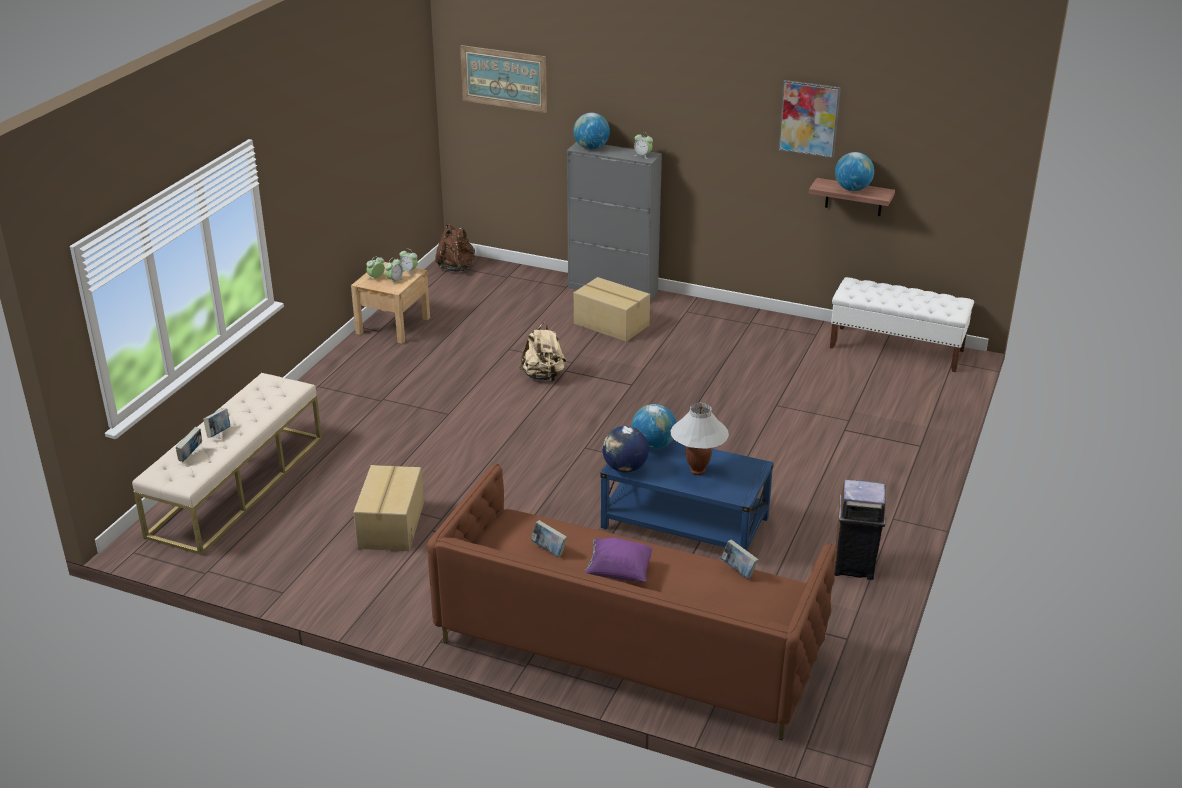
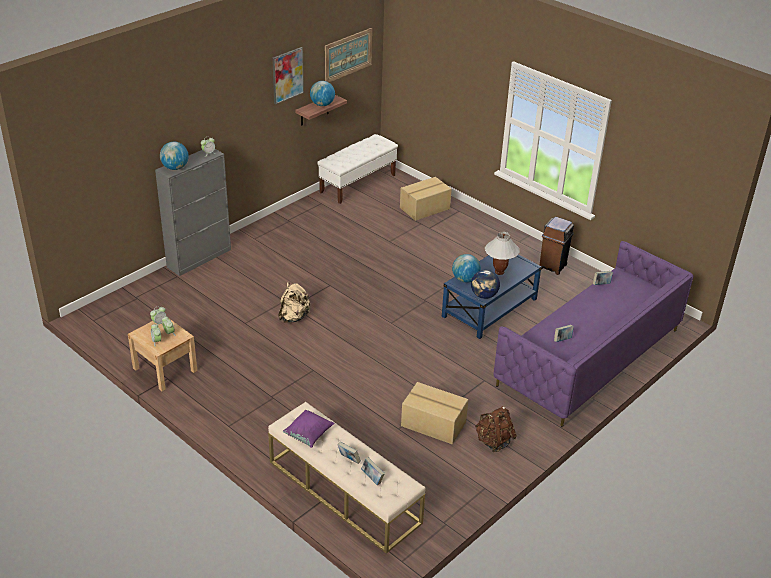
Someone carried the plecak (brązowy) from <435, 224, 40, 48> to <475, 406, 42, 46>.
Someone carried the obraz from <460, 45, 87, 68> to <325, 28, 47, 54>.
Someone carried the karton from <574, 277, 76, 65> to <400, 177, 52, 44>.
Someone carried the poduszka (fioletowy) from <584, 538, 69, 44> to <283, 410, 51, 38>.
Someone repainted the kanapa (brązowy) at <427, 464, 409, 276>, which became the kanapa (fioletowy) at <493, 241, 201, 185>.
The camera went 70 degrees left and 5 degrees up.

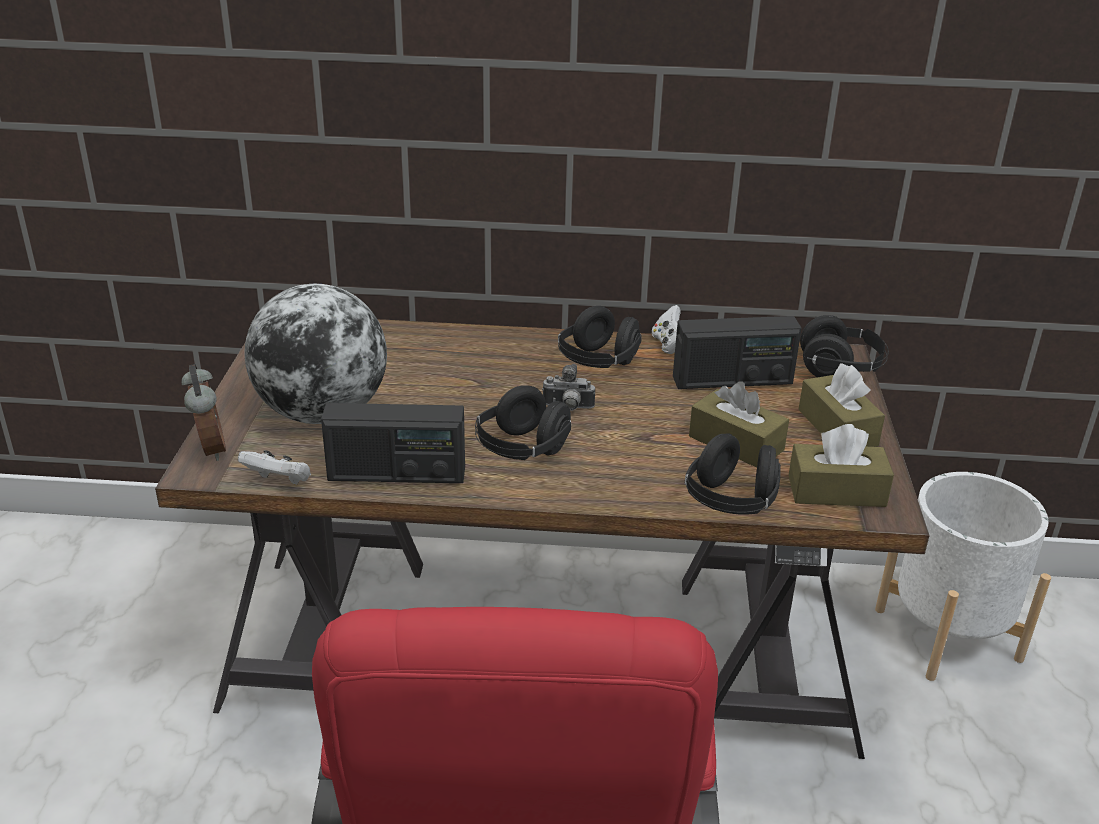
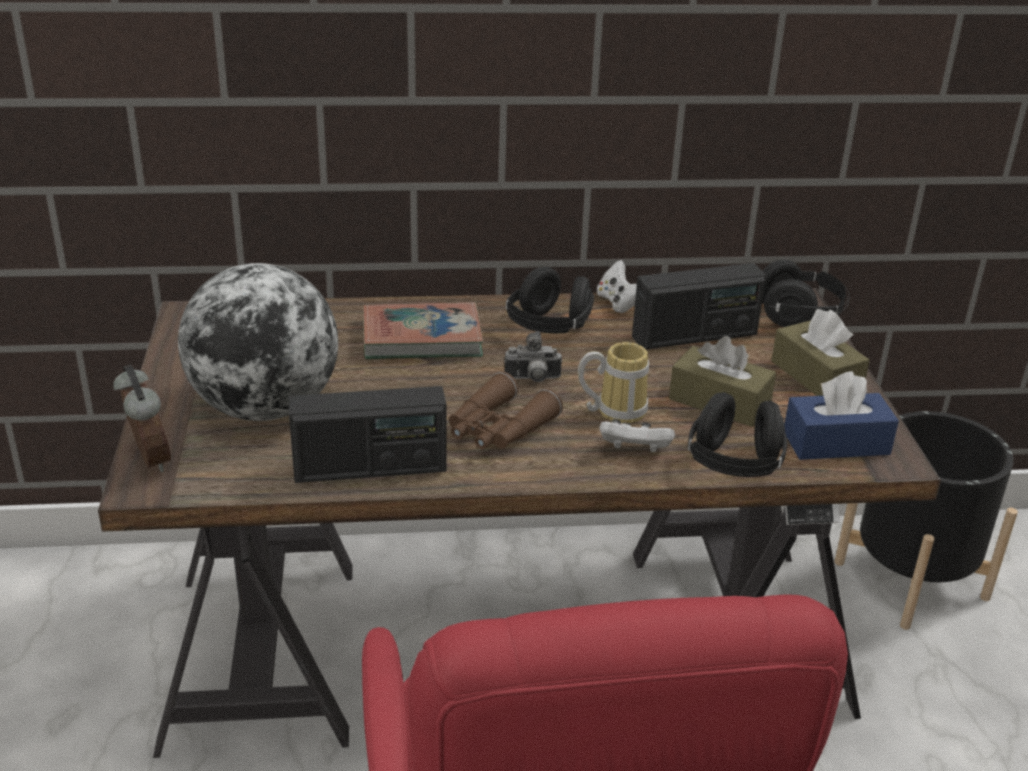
Someone put down the książka at <363, 302, 120, 57>.
Someone put down the kubek at <578, 342, 71, 81>.
Someone carried the pad do gier (biały) from <238, 450, 73, 35> to <600, 419, 75, 34>.
Someone swapped the słuchawki (czarny) at <475, 385, 96, 75> for the lornetka (brązowy) at <449, 371, 114, 78>.
Someone repainted the pudełko chusteczek (brązowy) at <788, 424, 106, 83>, which became the pudełko chusteczek (niebieski) at <785, 371, 114, 89>.
Someone repainted the donica (biały) at <875, 472, 176, 209>, which became the donica (czarny) at <834, 411, 184, 219>.
The camera went 10 degrees left and 0 degrees up.

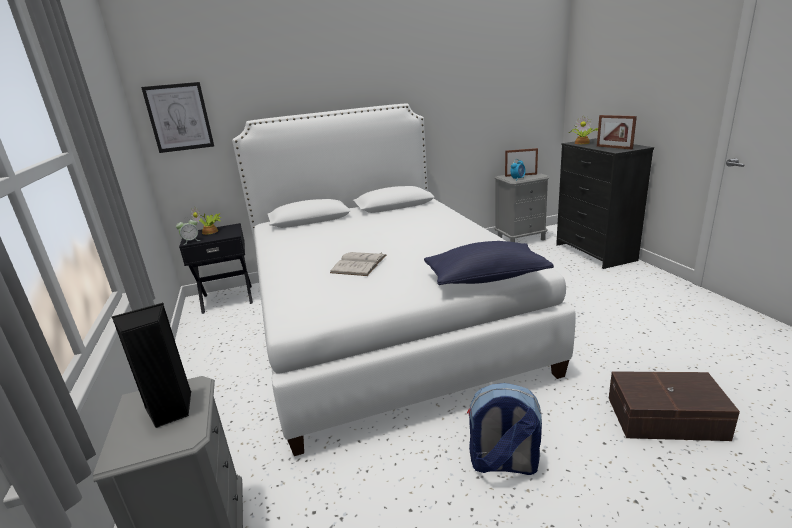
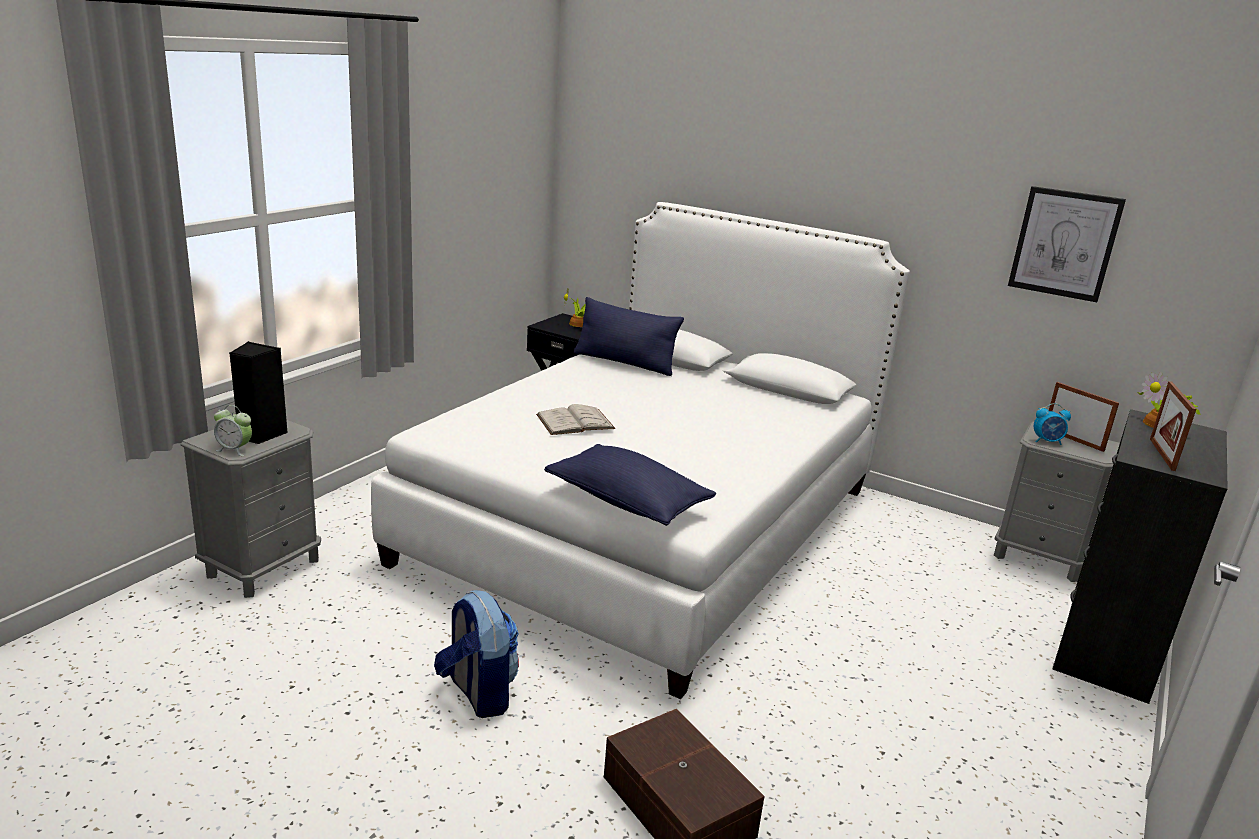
Someone put down the poduszka (niebieski) at <574, 297, 110, 79>.
Someone carried the obraz from <141, 82, 73, 71> to <1008, 186, 118, 116>.
Someone carried the budzik from <176, 219, 25, 26> to <214, 405, 38, 51>.
The camera went 45 degrees right and 0 degrees up.

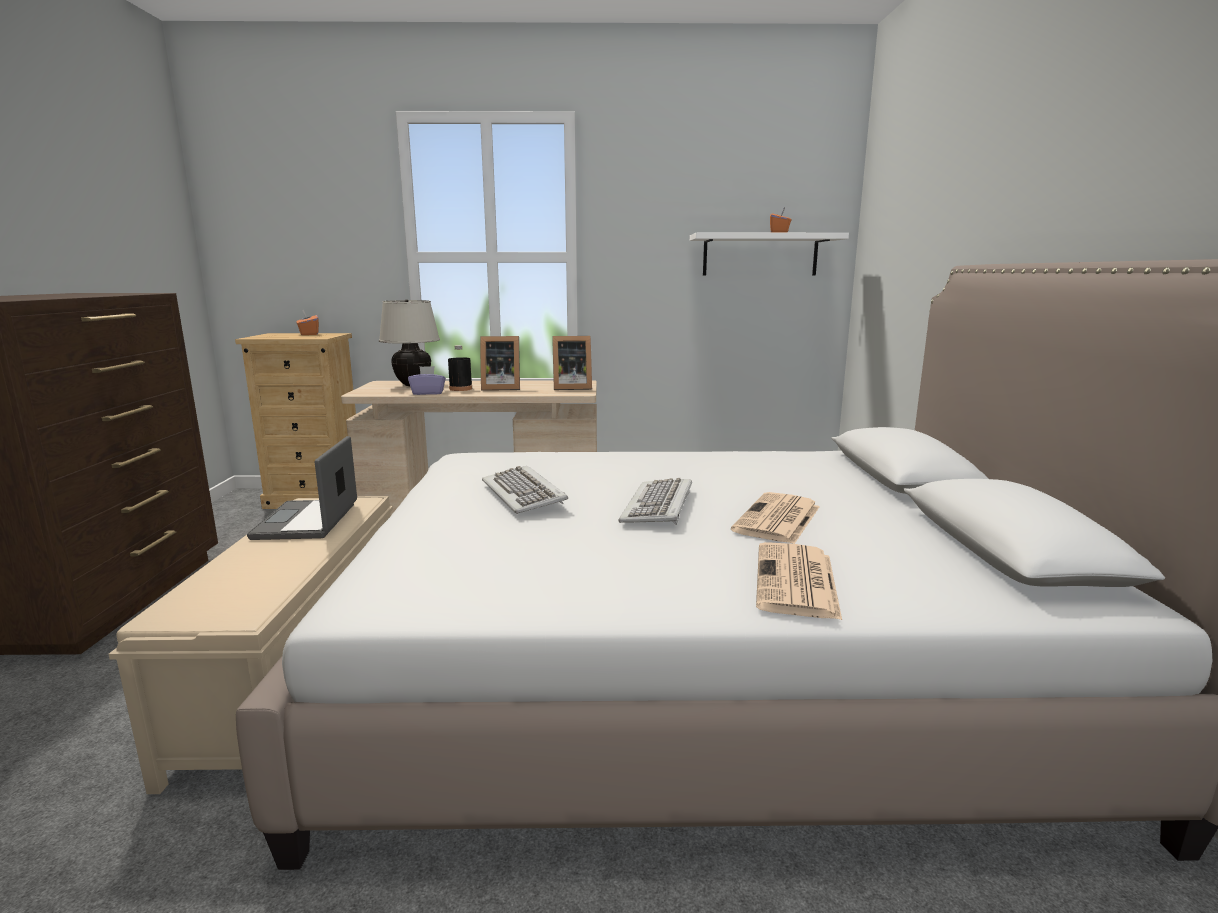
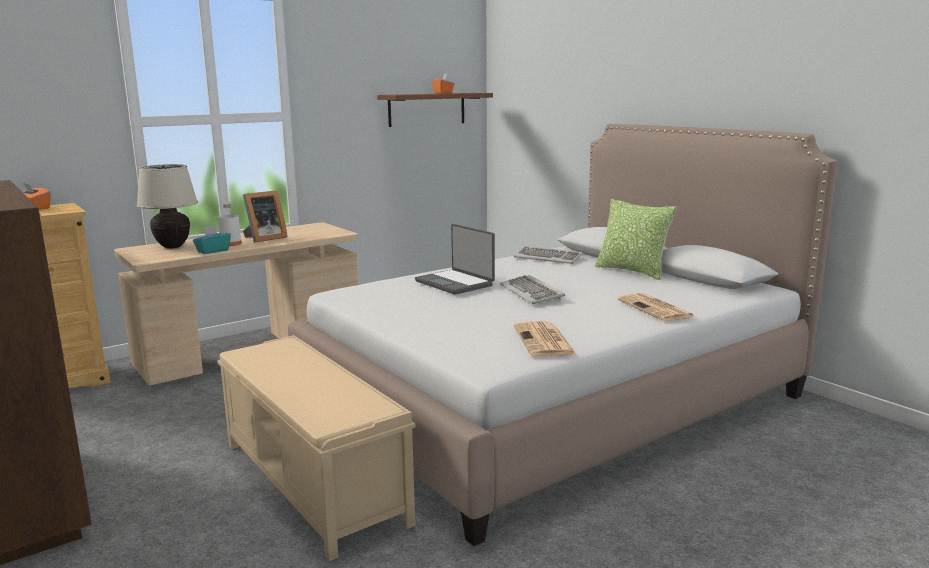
Someone took away the ramka na zdjęcie at <552, 336, 40, 54>.
Someone put down the poduszka at <595, 199, 82, 81>.
Someone carried the laptop from <247, 436, 110, 104> to <415, 224, 80, 71>.
Someone carried the klawiatura from <482, 466, 86, 48> to <514, 246, 69, 18>.
Someone carried the gazeta from <731, 492, 89, 52> to <514, 321, 63, 36>.
Someone repainted the pudełko chusteczek (fioletowy) at <408, 366, 38, 29>, which became the pudełko chusteczek (turkusowy) at <193, 225, 38, 29>.
Someone repainted the butelka (czarny) at <448, 345, 24, 46>, which became the butelka (biały) at <218, 204, 24, 42>.
Someone repainted the półka (biały) at <690, 233, 159, 42>, which became the półka (brązowy) at <377, 93, 116, 34>.
The camera went 35 degrees left and 0 degrees up.

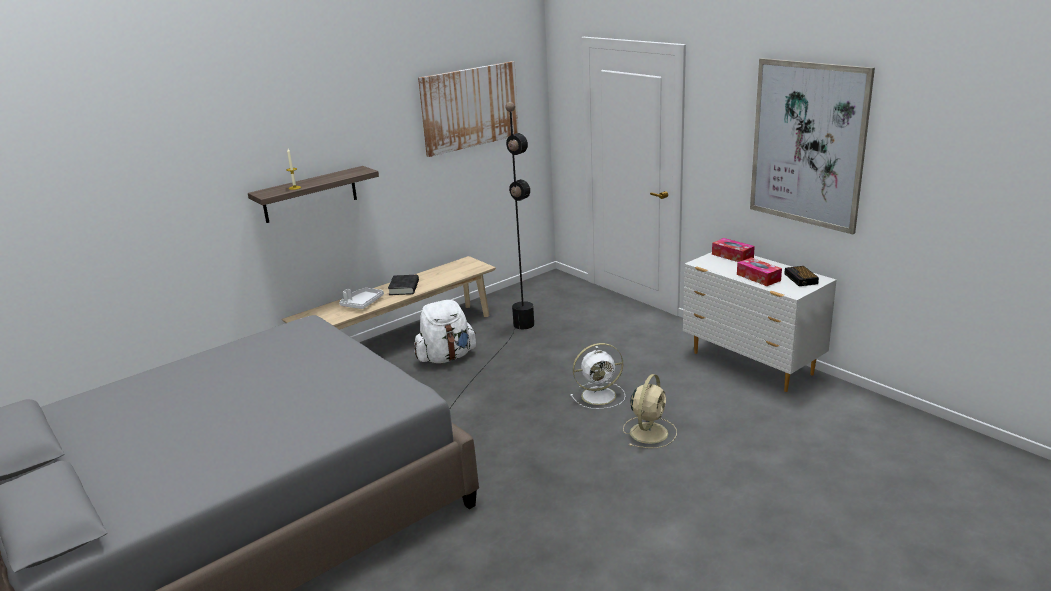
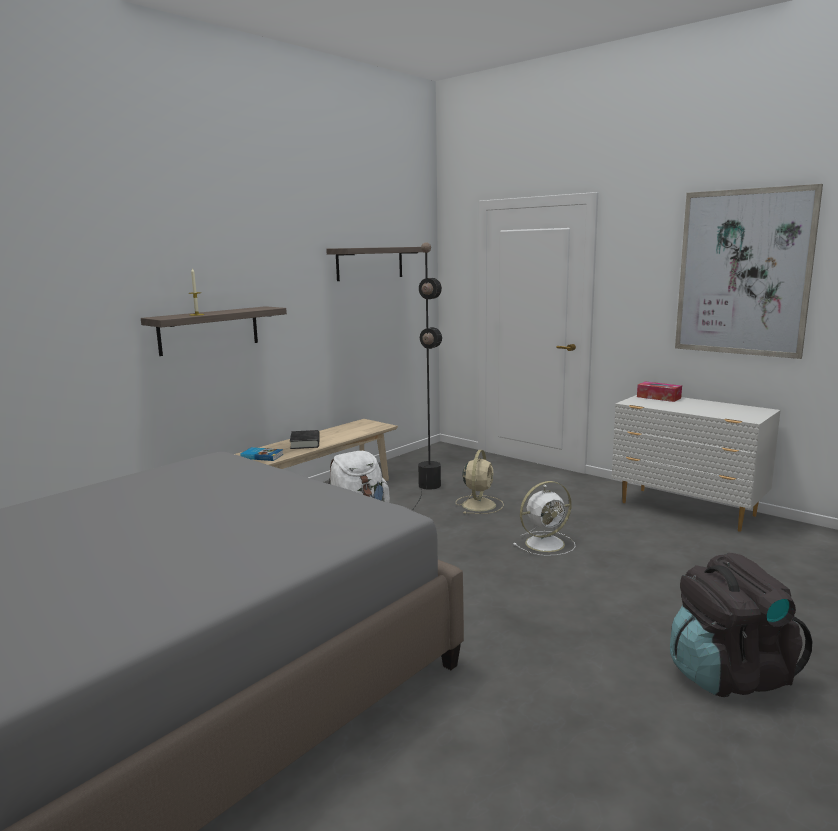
Someone took away the pudełko chusteczek at <737, 257, 45, 29>.
Someone took away the budzik at <784, 266, 35, 20>.
Someone put down the plecak (czarny) at <670, 553, 142, 144>.
Someone carried the wentylator (beżowy) from <623, 374, 54, 74> to <456, 450, 48, 64>.
Someone swapped the taca (biały) at <339, 288, 45, 21> for the książka at <240, 447, 43, 14>.
Someone swapped the obraz at <418, 61, 101, 96> for the półka at <326, 247, 97, 34>.
The camera went 10 degrees left and 10 degrees down.

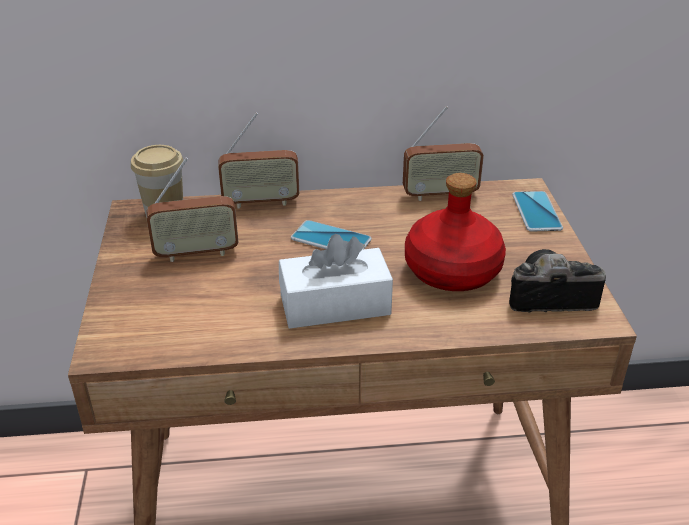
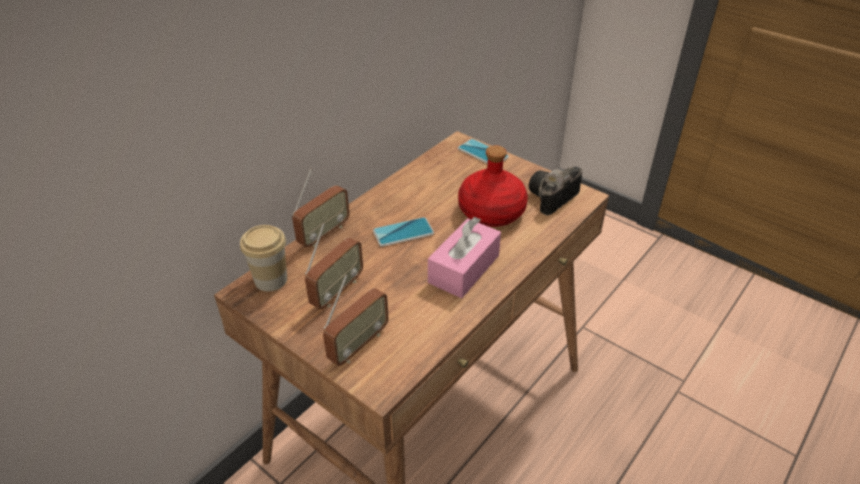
Someone carried the radio from <403, 106, 81, 95> to <323, 275, 66, 91>.
Someone repainted the pudełko chusteczek (biały) at <279, 234, 114, 94>, which became the pudełko chusteczek (różowy) at <428, 217, 73, 81>.
The camera went 45 degrees left and 5 degrees up.

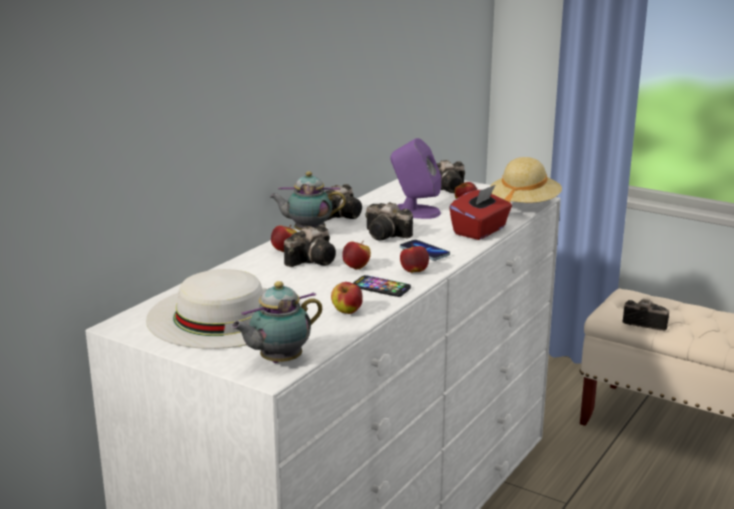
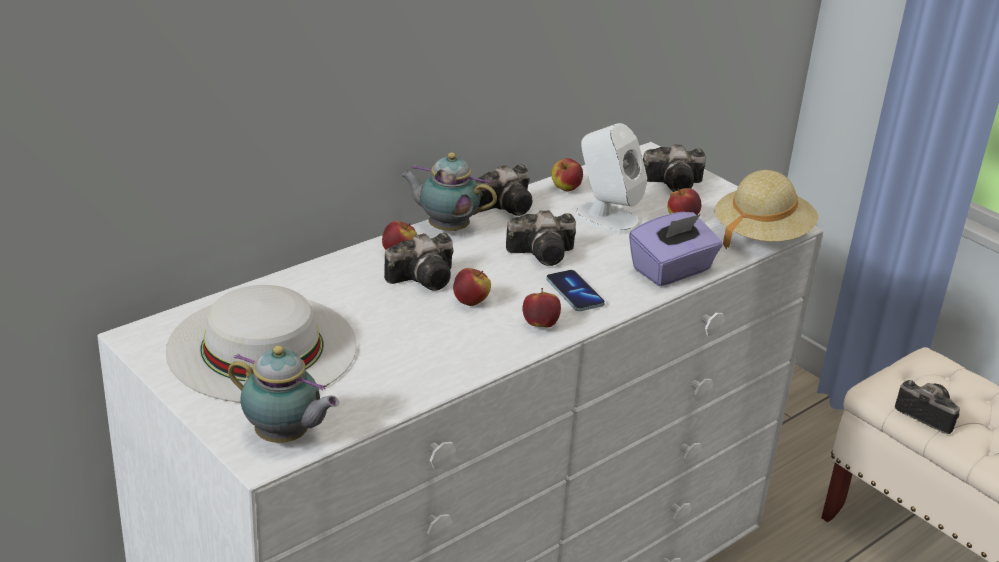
Someone took away the telefon at <353, 275, 58, 22>.
Someone carried the jabłko from <331, 282, 32, 32> to <551, 158, 32, 33>.
Someone repainted the głośnik (fioletowy) at <390, 138, 51, 81>, which became the głośnik (biały) at <574, 123, 74, 111>.
Someone repainted the pudełko chusteczek (czerwony) at <449, 185, 63, 55>, which became the pudełko chusteczek (fioletowy) at <629, 212, 94, 74>.
Someone rotated the imbryk at <231, 281, 91, 82> by 135 degrees counterclockwise.
Someone rotated the aparat fotograficzny at <365, 202, 48, 38> by 60 degrees counterclockwise.
The camera went 15 degrees right and 10 degrees up.

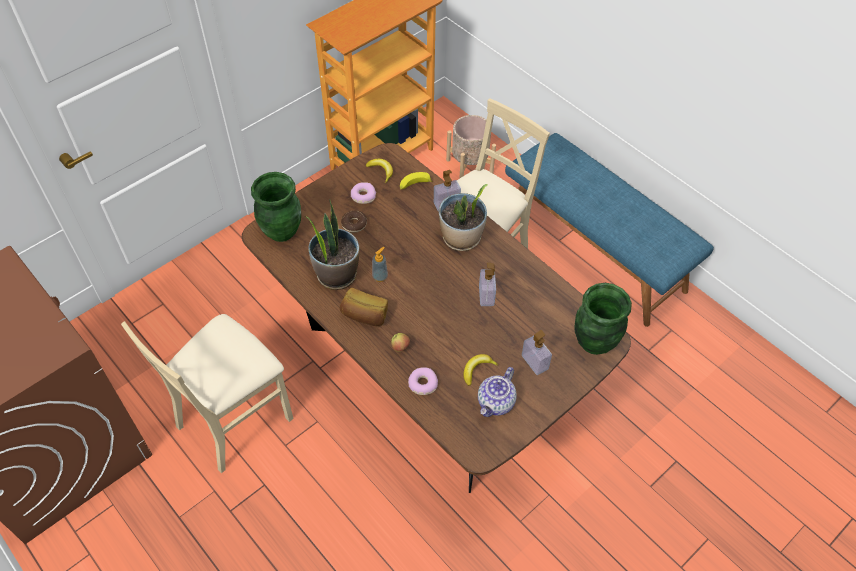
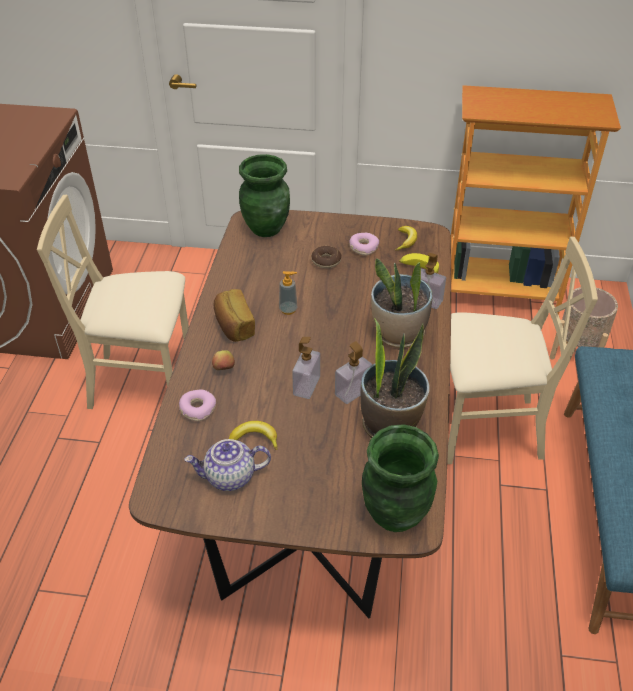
Someone carried the roślina doniczkowa from <305, 199, 54, 91> to <360, 318, 70, 120>.
Someone carried the dozownik mydła from <522, 330, 30, 45> to <292, 337, 28, 62>.
The camera went 50 degrees right and 10 degrees down.

